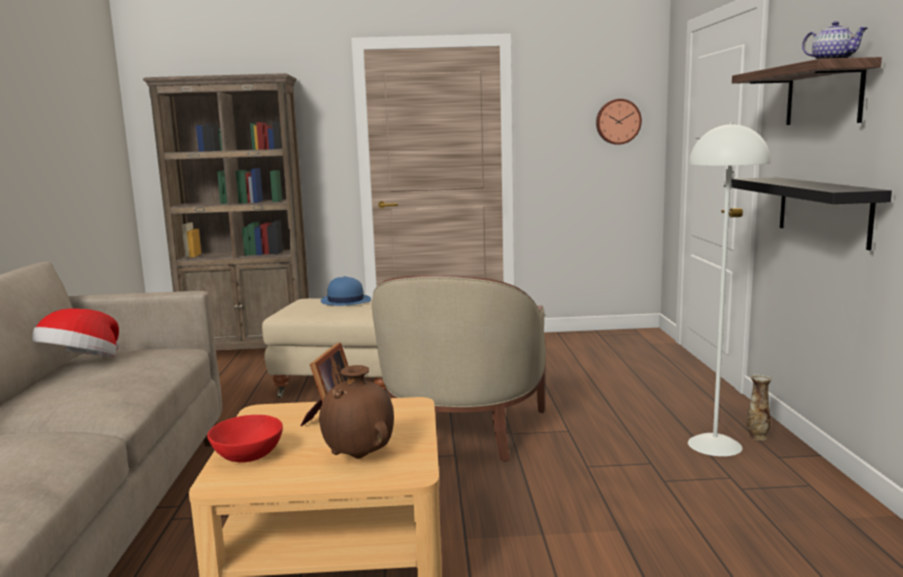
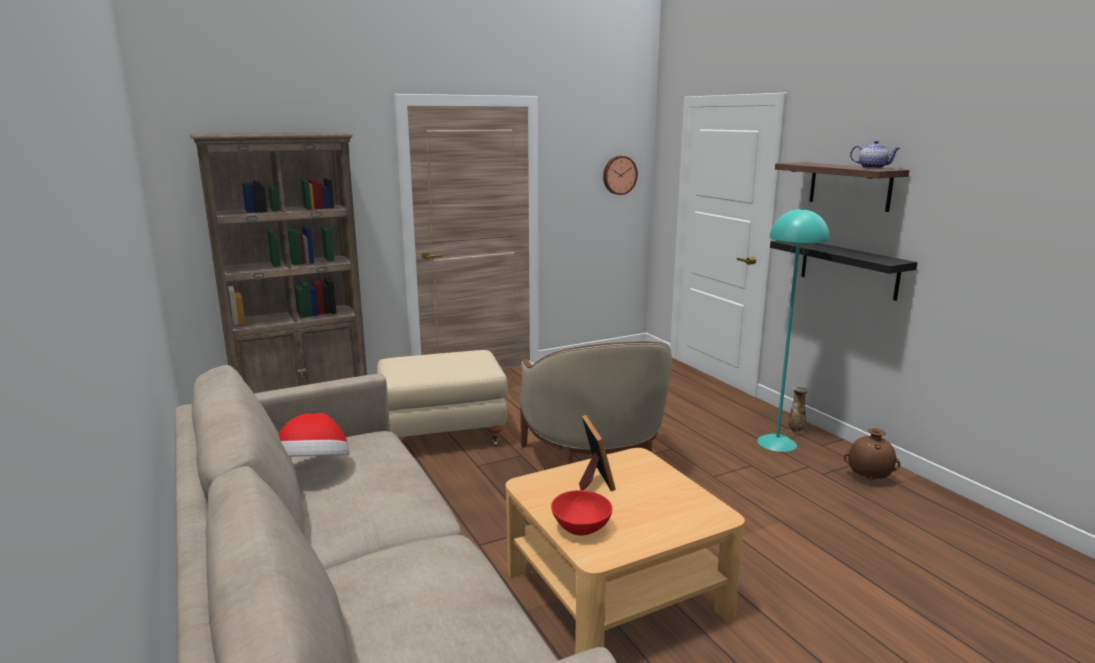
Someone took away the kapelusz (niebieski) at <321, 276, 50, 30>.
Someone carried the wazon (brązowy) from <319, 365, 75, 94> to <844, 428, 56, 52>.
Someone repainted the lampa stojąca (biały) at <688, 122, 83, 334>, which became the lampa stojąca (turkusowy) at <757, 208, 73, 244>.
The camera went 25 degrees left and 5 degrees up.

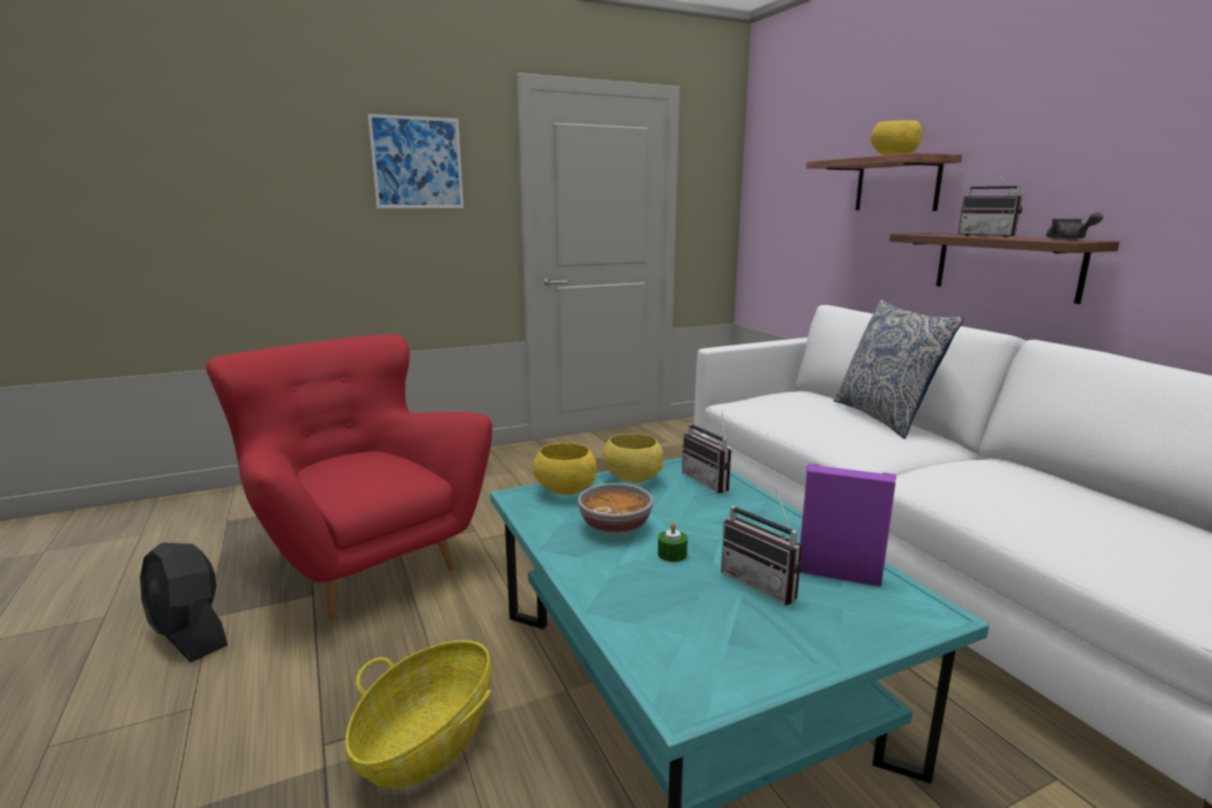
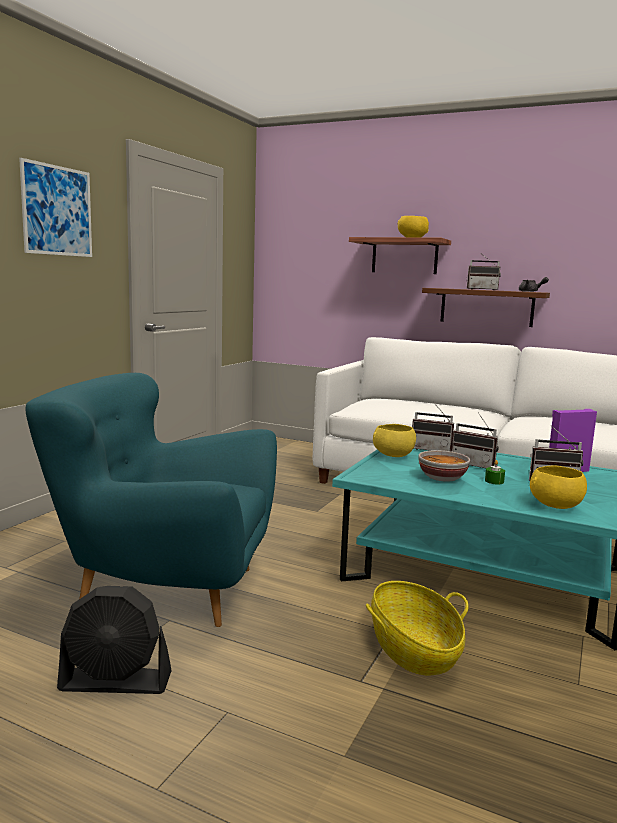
Someone took away the poduszka at <833, 300, 131, 139>.
Someone put down the radio at <452, 414, 47, 54>.
Someone carried the miska (żółty) from <533, 443, 64, 52> to <530, 465, 57, 44>.
Someone repainted the fotel (czerwony) at <206, 334, 286, 286>, which became the fotel (turkusowy) at <25, 373, 252, 254>.
The camera went 40 degrees left and 5 degrees down.

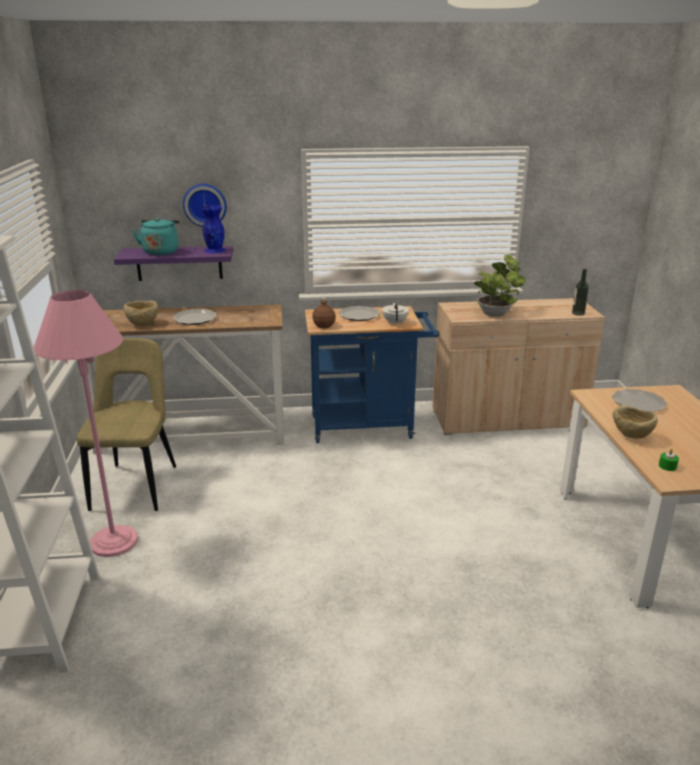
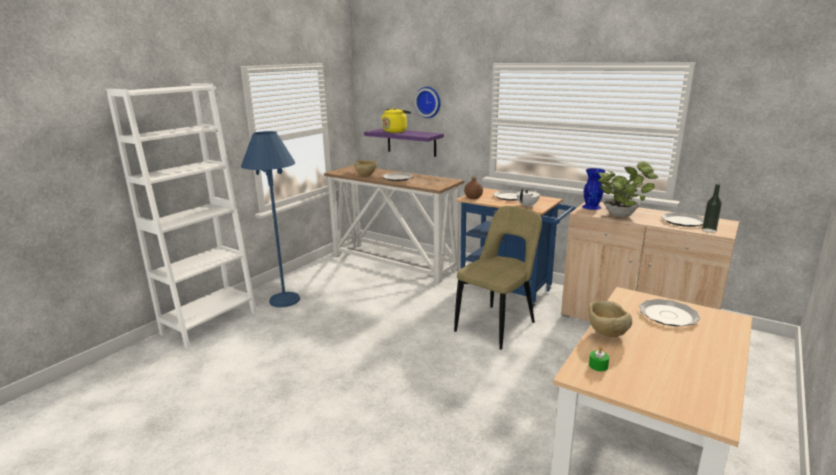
Someone put down the talerz at <661, 213, 43, 14>.
Someone carried the krzesło (beżowy) from <77, 338, 99, 173> to <454, 206, 88, 144>.
Someone carried the wazon (niebieski) from <201, 205, 25, 48> to <582, 168, 24, 42>.
Someone repainted the lampa stojąca (różowy) at <33, 290, 105, 267>, which became the lampa stojąca (niebieski) at <241, 131, 59, 176>.
Someone repainted the czajnik (turkusowy) at <132, 218, 47, 37>, which became the czajnik (żółty) at <381, 108, 30, 25>.
The camera went 40 degrees right and 5 degrees down.

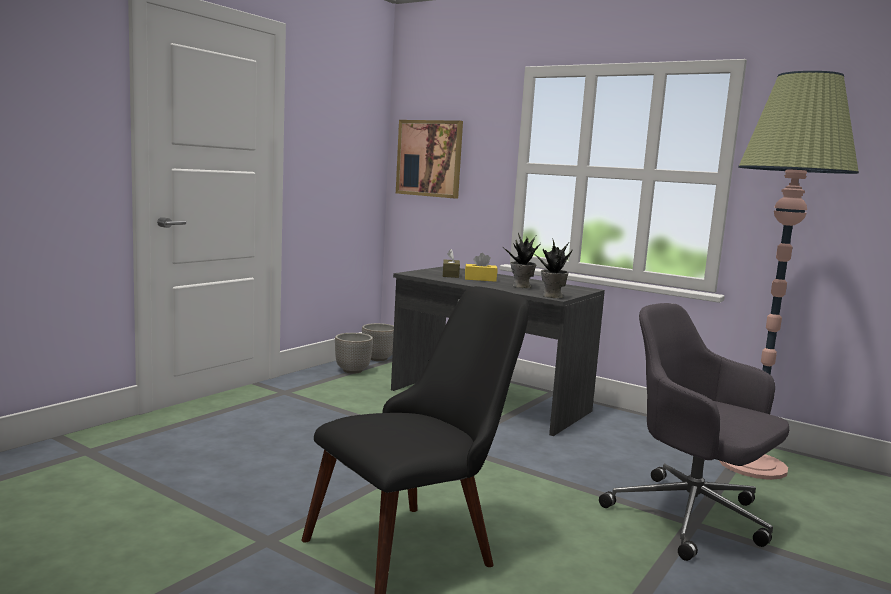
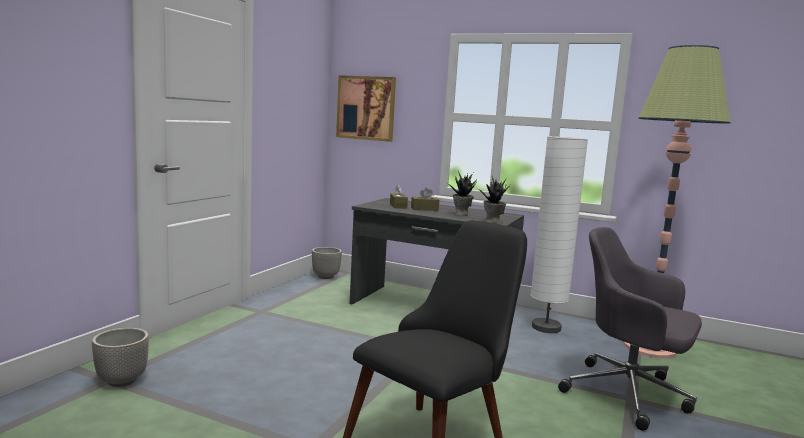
Someone put down the lampa stojąca (biały) at <531, 136, 57, 197>.
Someone carried the donica from <335, 333, 38, 41> to <92, 328, 57, 59>.
Someone repainted the pudełko chusteczek (żółty) at <465, 253, 32, 29>, which became the pudełko chusteczek (brązowy) at <411, 187, 28, 24>.
The camera went 10 degrees left and 0 degrees up.

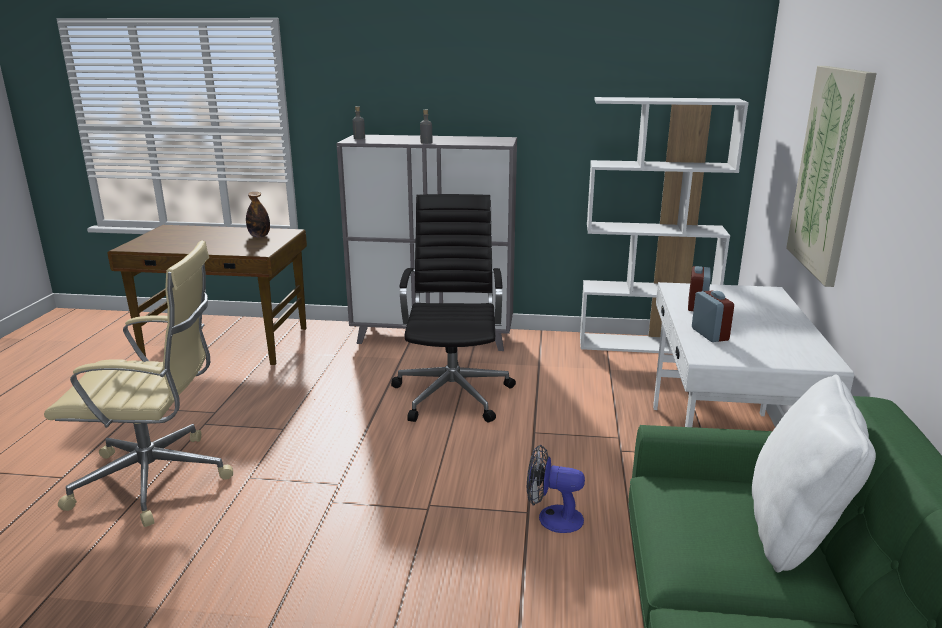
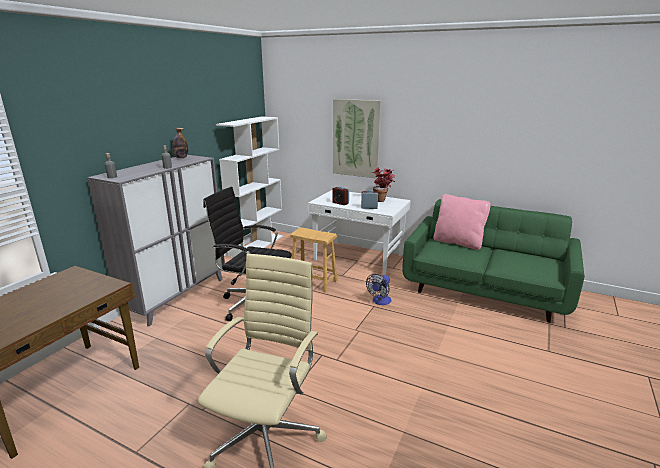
Someone put down the stołek (brązowy) at <290, 228, 48, 65>.
Someone put down the roślina doniczkowa at <371, 167, 24, 35>.
Someone carried the butelka from <246, 192, 24, 45> to <172, 128, 16, 30>.
Someone repainted the poduszka (biały) at <752, 375, 124, 197>, which became the poduszka (różowy) at <434, 194, 57, 56>.
The camera went 70 degrees left and 0 degrees up.

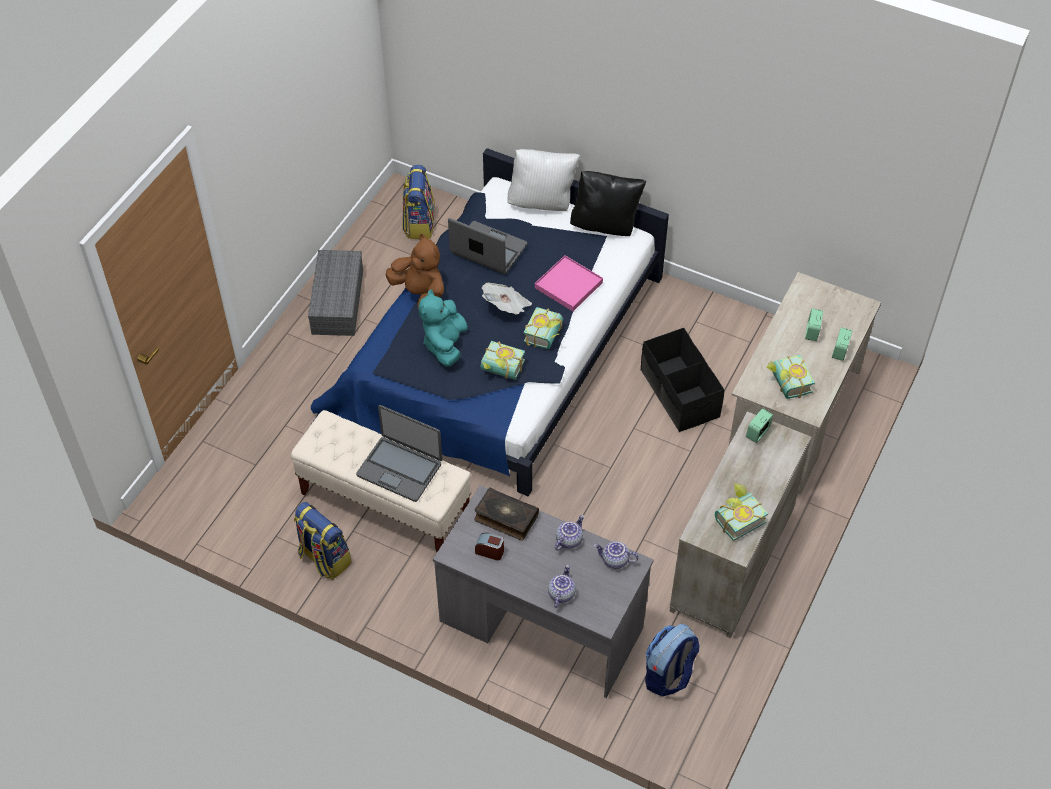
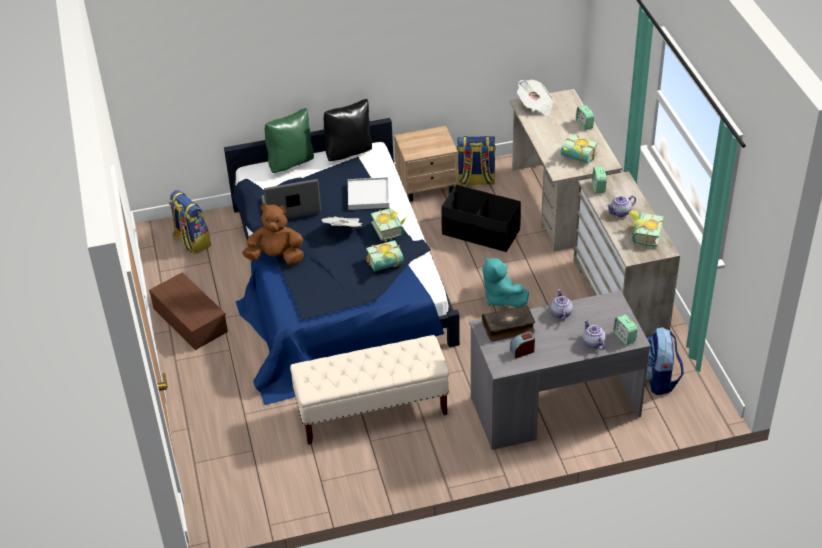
Someone took away the laptop at <356, 405, 86, 97>.
Someone put down the szafka nocna (beżowy) at <394, 126, 64, 76>.
Someone put down the gazeta at <517, 80, 38, 36>.
Someone carried the plecak from <294, 502, 58, 78> to <457, 136, 39, 50>.
Someone carried the pluszak (turkusowy) from <418, 289, 50, 78> to <482, 257, 47, 50>.
Someone carried the imbryk from <594, 541, 44, 28> to <606, 196, 30, 21>.
Someone carried the budzik from <805, 309, 18, 32> to <614, 314, 24, 31>.
Someone repainted the pojemnik do przechowywania (szary) at <308, 250, 55, 86>, which became the pojemnik do przechowywania (brązowy) at <149, 273, 79, 77>.
Someone repainted the poduszka (biały) at <507, 149, 73, 62>, which became the poduszka (zielony) at <265, 108, 49, 65>.
Someone repainted the taca (różowy) at <535, 255, 68, 56>, which became the taca (biały) at <348, 177, 41, 33>.
The camera went 40 degrees left and 10 degrees down.

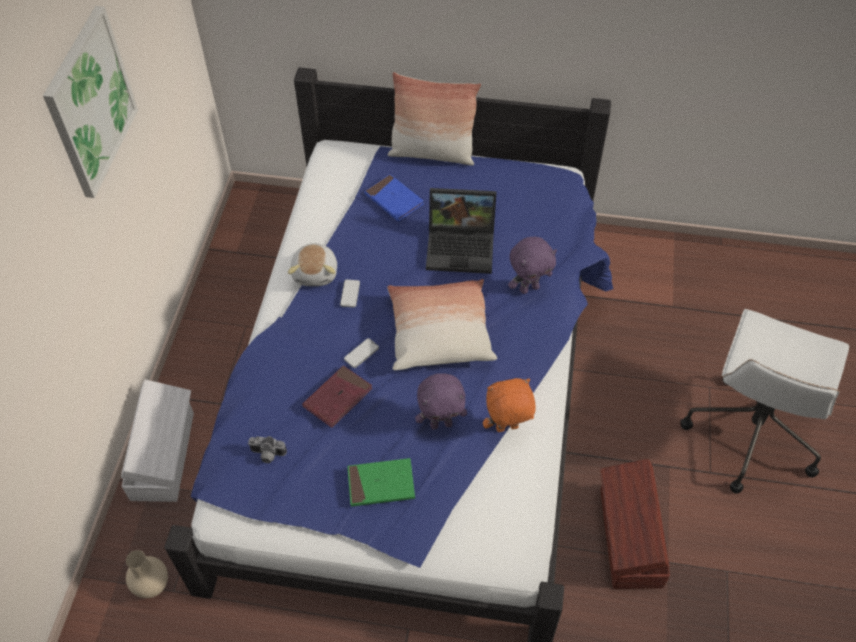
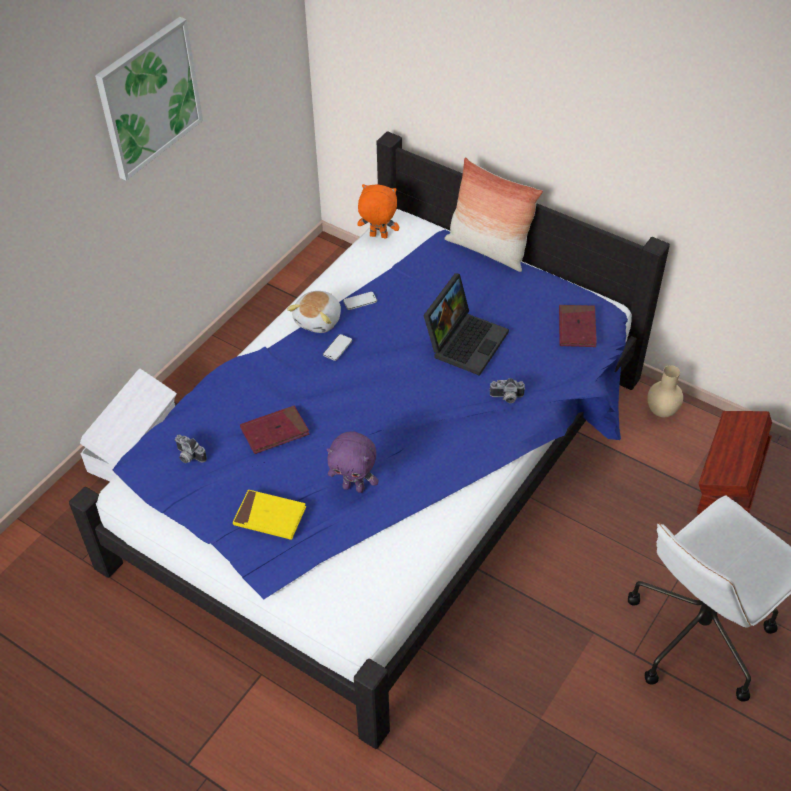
Someone took away the książka (niebieski) at <364, 174, 60, 47>.
Someone took away the poduszka at <387, 279, 110, 91>.
Someone put down the książka (czerwony) at <559, 305, 38, 42>.
Someone carried the wazon (beżowy) from <126, 550, 42, 48> to <647, 365, 36, 52>.
Someone carried the telefon from <344, 338, 35, 30> to <343, 292, 34, 18>.
Someone carried the pluszak (pomarańczowy) from <483, 378, 53, 54> to <357, 184, 42, 54>.
Someone carried the pojemnik do przechowywania (brązowy) from <600, 459, 70, 130> to <697, 411, 75, 103>.
Someone swapped the pluszak (fioletowy) at <508, 237, 49, 57> for the aparat fotograficzny at <489, 378, 36, 25>.
Someone repainted the książka (zielony) at <347, 458, 68, 49>, which became the książka (żółty) at <233, 490, 73, 50>.
Someone rotated the laptop at <426, 188, 70, 86> by 90 degrees counterclockwise.
The camera went 25 degrees right and 5 degrees down.

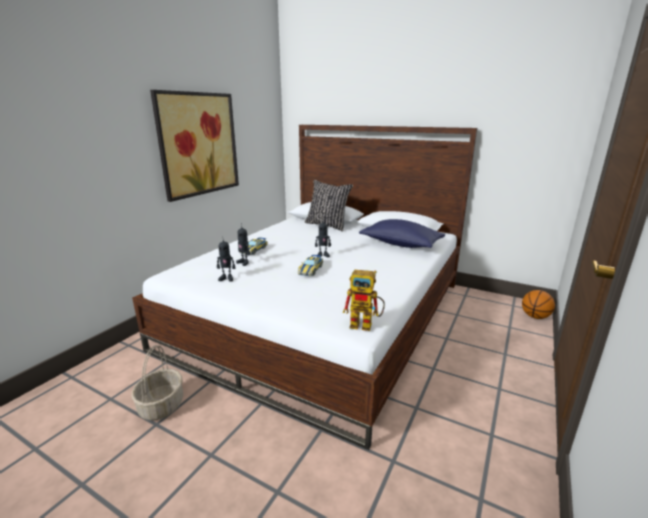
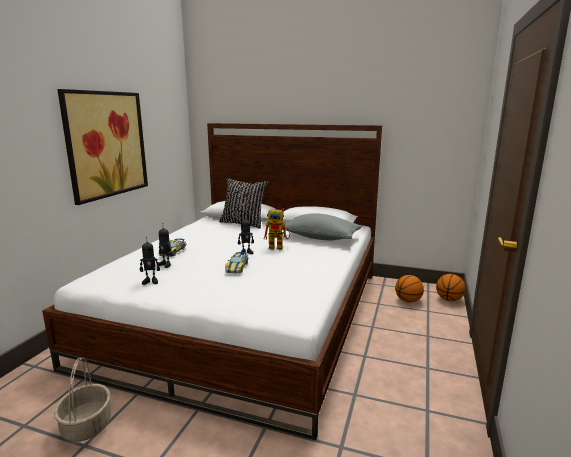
Someone put down the piłka do koszykówki at <395, 275, 29, 28>.
Someone carried the robot zabawkowy from <343, 270, 42, 61> to <264, 209, 26, 41>.
Someone repainted the poduszka (niebieski) at <359, 219, 86, 29>, which became the poduszka (szary) at <282, 213, 80, 28>.
The camera went 10 degrees left and 5 degrees down.

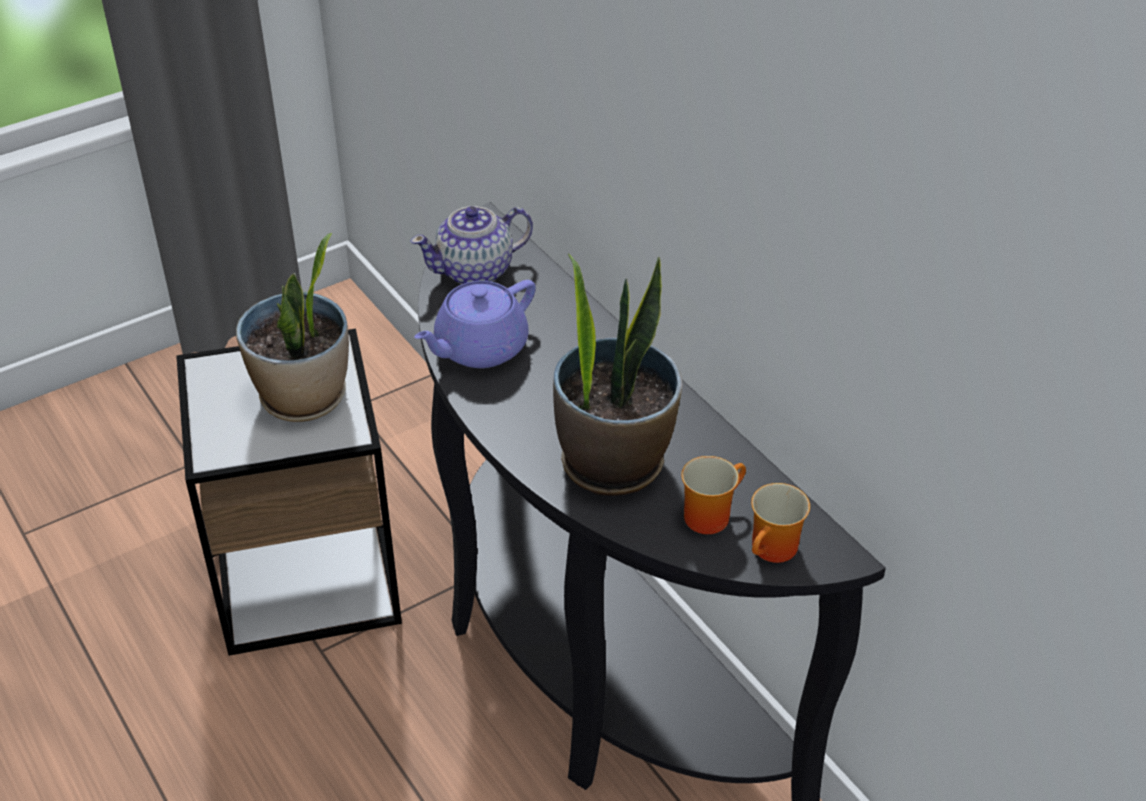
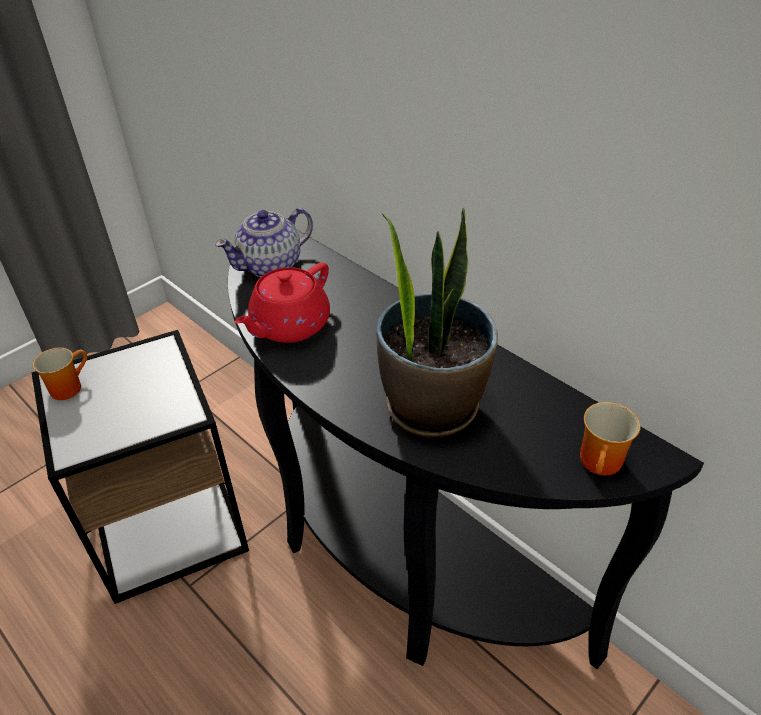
Someone took away the roślina doniczkowa at <236, 233, 113, 189>.
Someone carried the kubek from <681, 456, 65, 78> to <32, 348, 55, 52>.
Someone repainted the imbryk (fioletowy) at <414, 280, 122, 88>, which became the imbryk (czerwony) at <234, 262, 96, 81>.
The camera went 10 degrees left and 0 degrees up.

